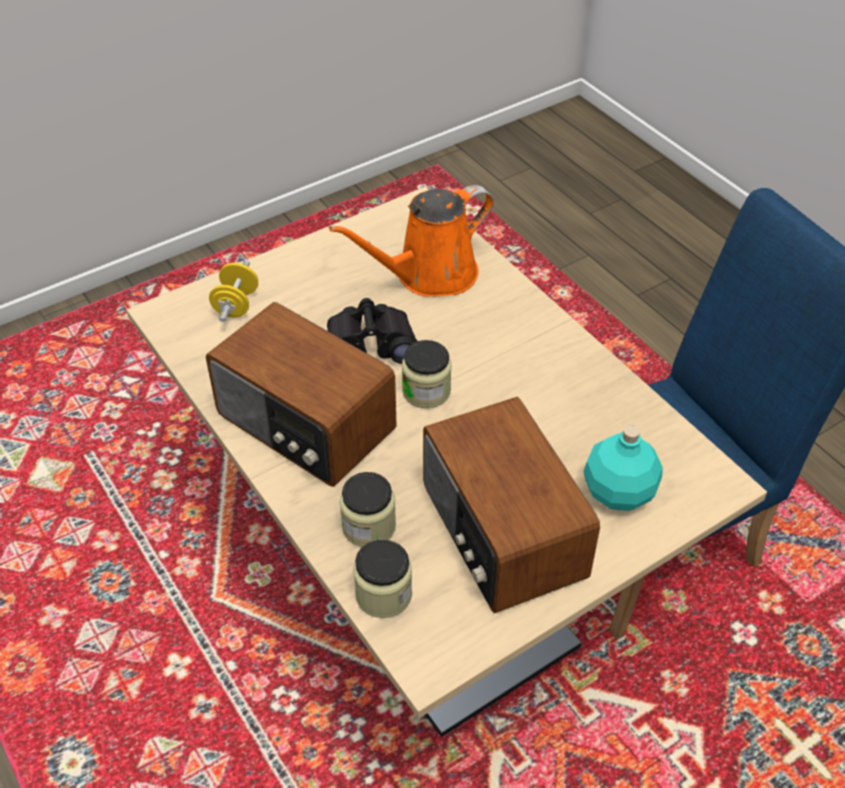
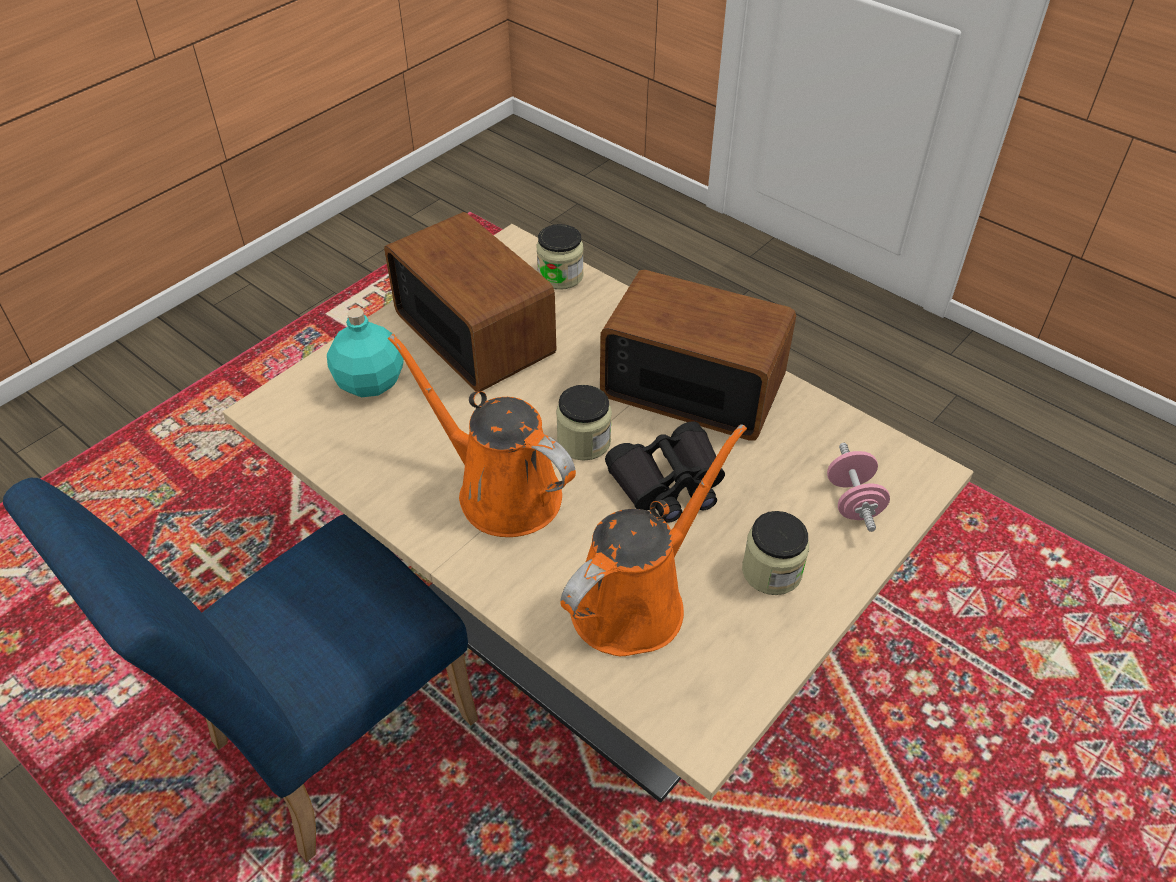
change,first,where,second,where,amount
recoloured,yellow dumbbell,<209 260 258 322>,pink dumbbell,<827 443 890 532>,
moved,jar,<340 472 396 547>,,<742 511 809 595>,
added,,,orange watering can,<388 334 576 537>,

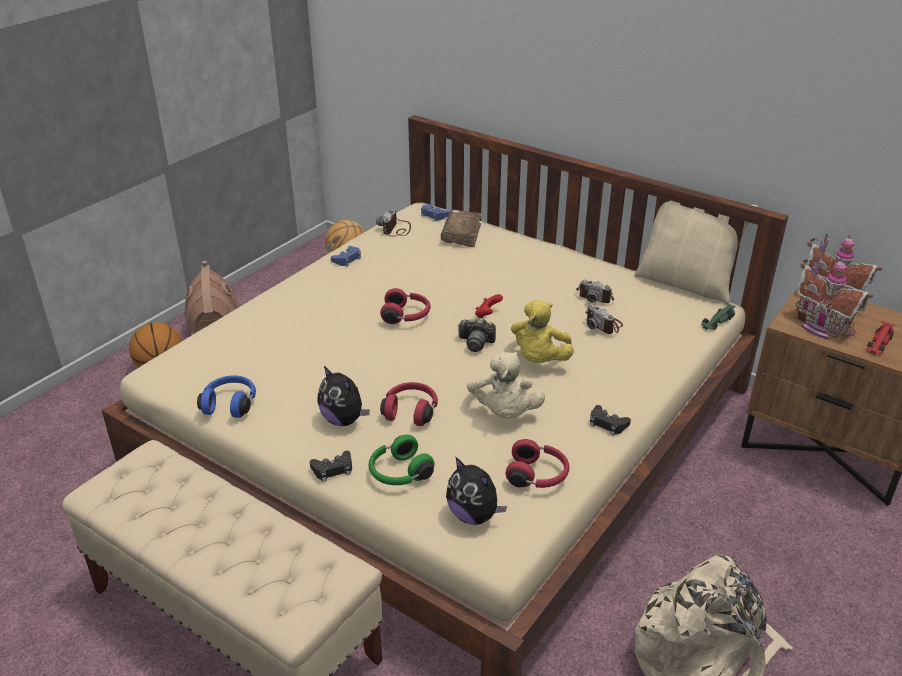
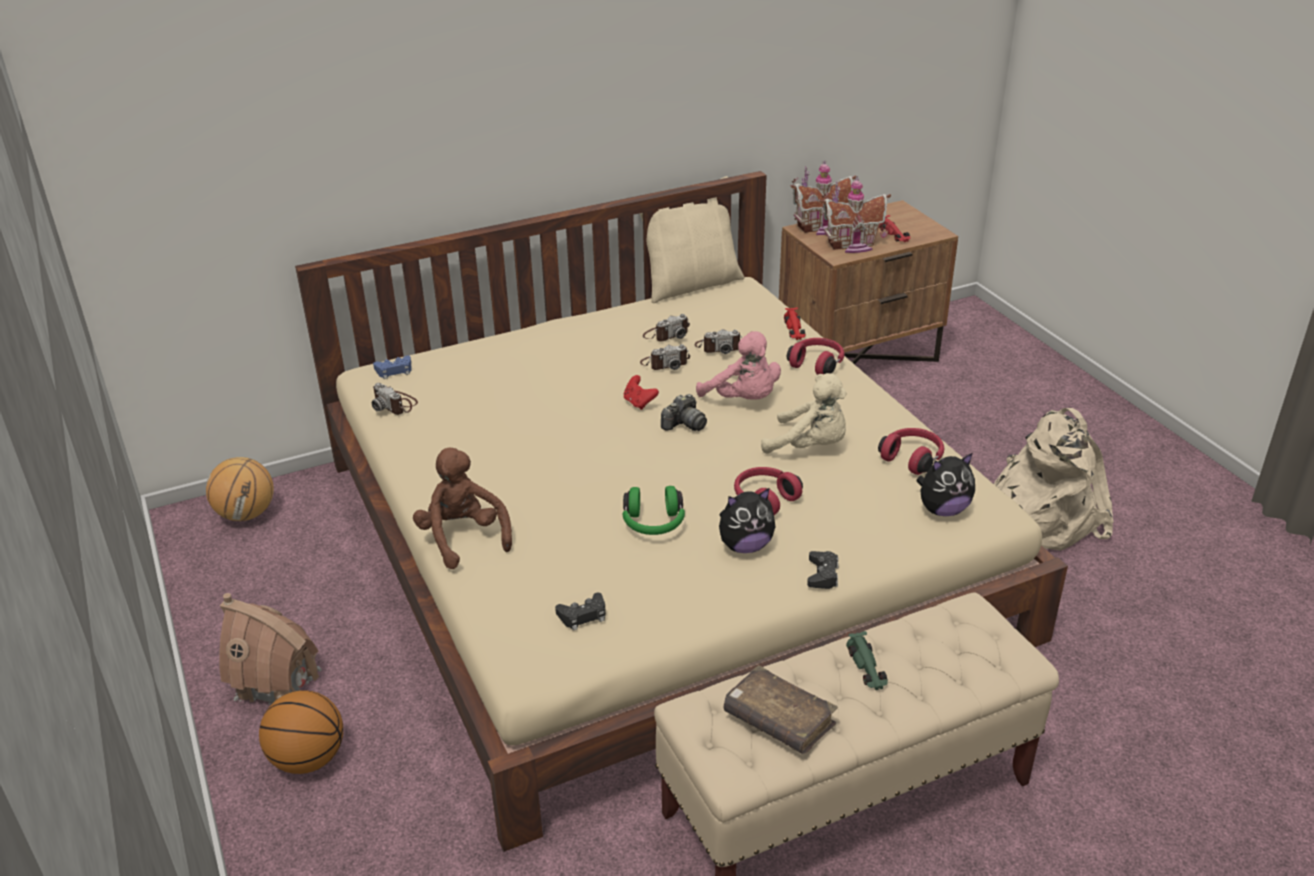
change,first,where,second,where,amount
removed,blue headphones,<197 375 256 418>,,,
removed,blue game controller,<331 246 361 267>,,,
moved,green headphones,<368 435 434 485>,,<622 486 685 535>,
moved,red headphones,<380 288 431 324>,,<787 338 844 375>,
moved,brown book,<441 210 482 247>,,<723 665 838 754>,
recoloured,yellow plush toy,<511 300 574 363>,pink plush toy,<696 331 781 400>,
moved,black game controller,<590 405 631 436>,,<555 593 606 630>,
moved,green toy car,<701 302 735 330>,,<846 631 888 690>,
added,,,brown plush toy,<413 447 512 569>,
added,,,photo camera,<640 344 690 370>,
added,,,red toy car,<784 308 806 340>,

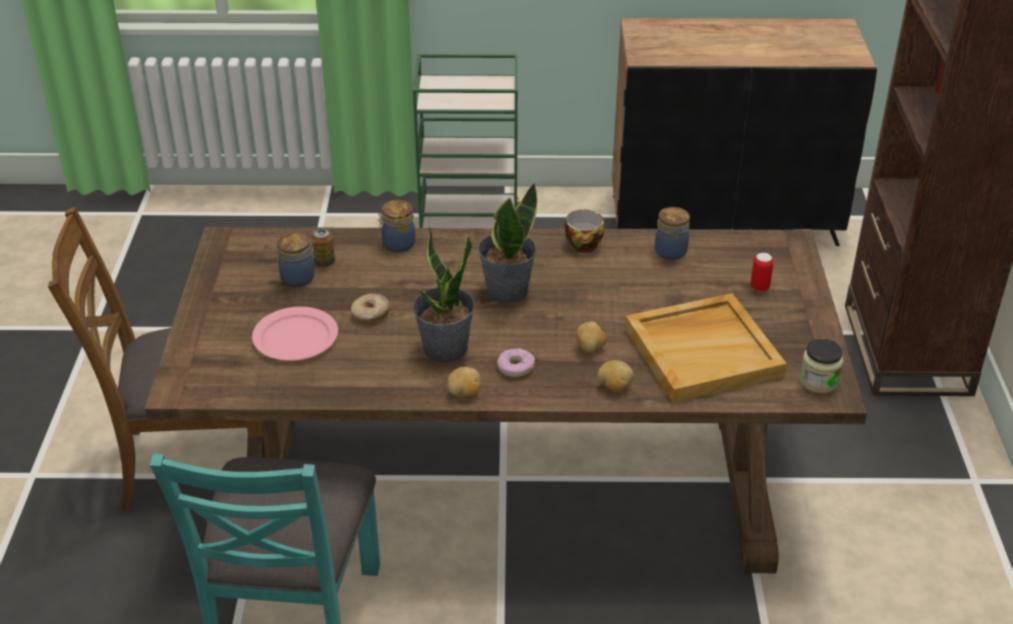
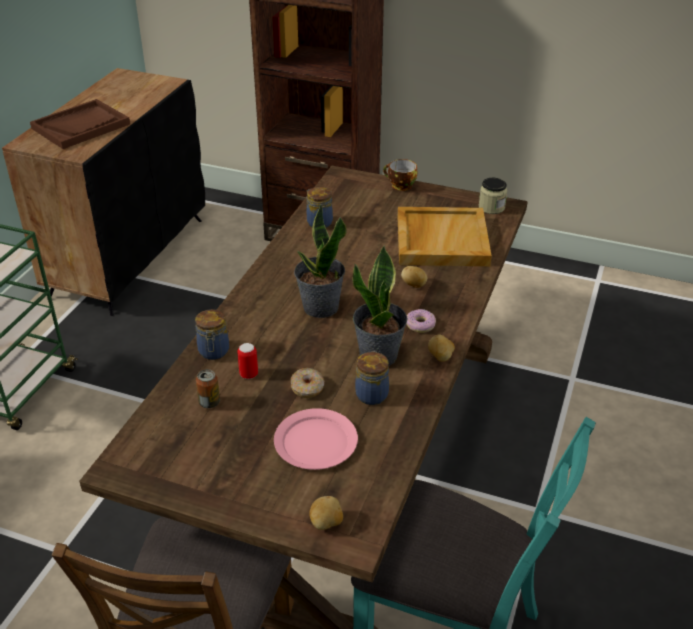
change,first,where,second,where,amount
moved,jar,<277 233 317 287>,,<355 351 389 405>,
moved,cup,<565 210 604 253>,,<383 159 417 191>,
moved,potato,<598 360 633 392>,,<309 496 343 530>,
moved,can,<750 253 774 291>,,<237 343 258 379>,
added,,,brown tray,<30 99 130 149>,

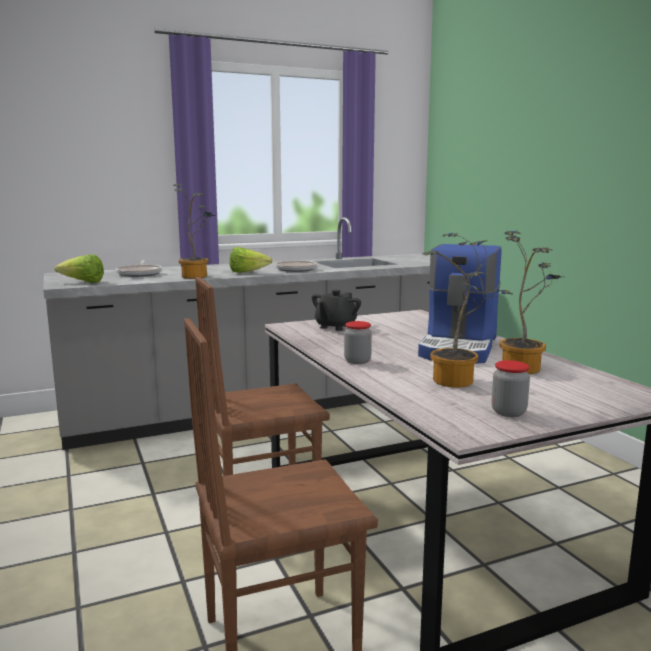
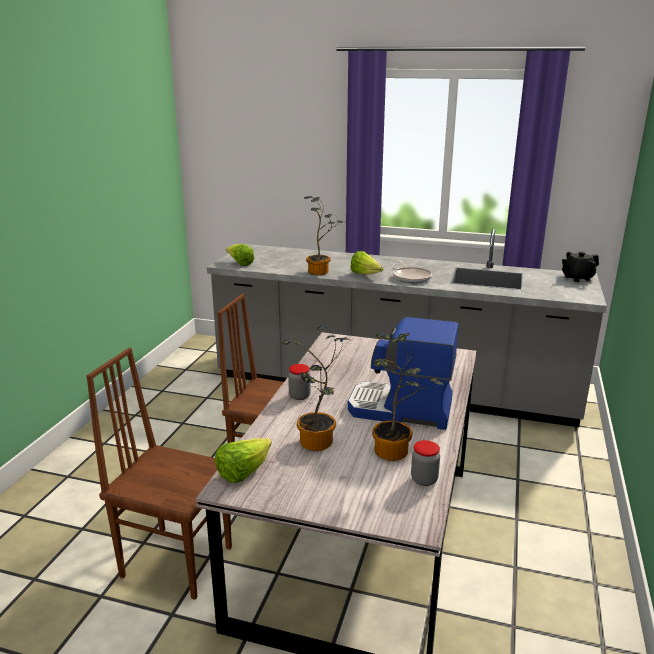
change,first,where,second,where,amount
removed,frying pan,<116 261 162 277>,,,
moved,black teapot,<312 290 361 331>,,<562 252 599 282>,
turned,coffee machine,<418 244 502 364>,,<348 317 459 430>,45 degrees clockwise
moved,jar,<492 360 530 417>,,<411 440 440 486>,
added,,,lettuce,<215 438 272 483>,

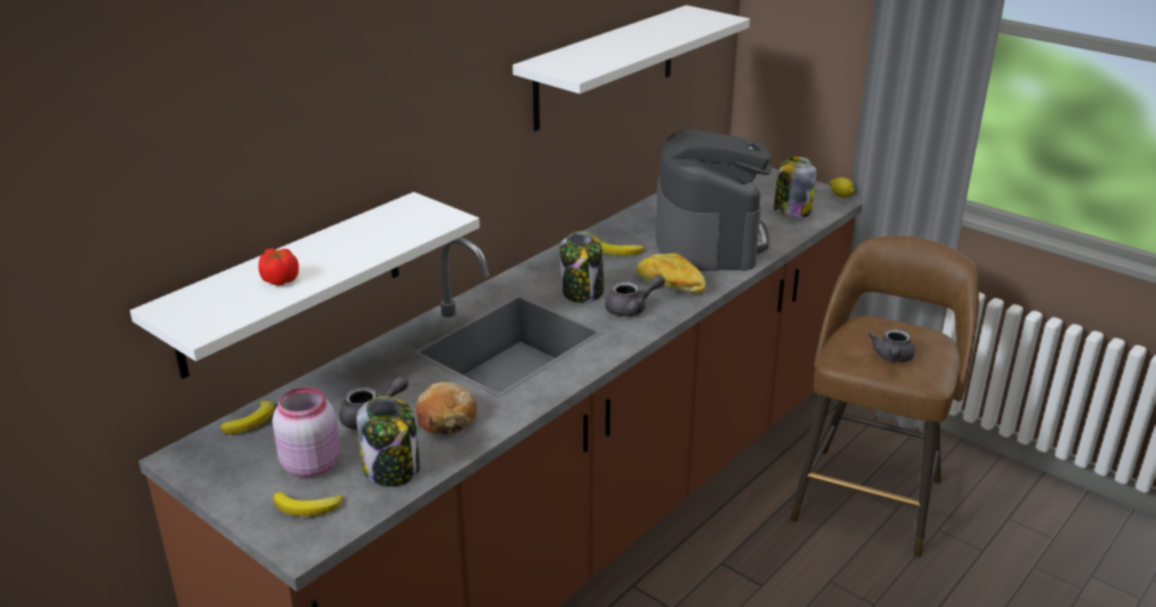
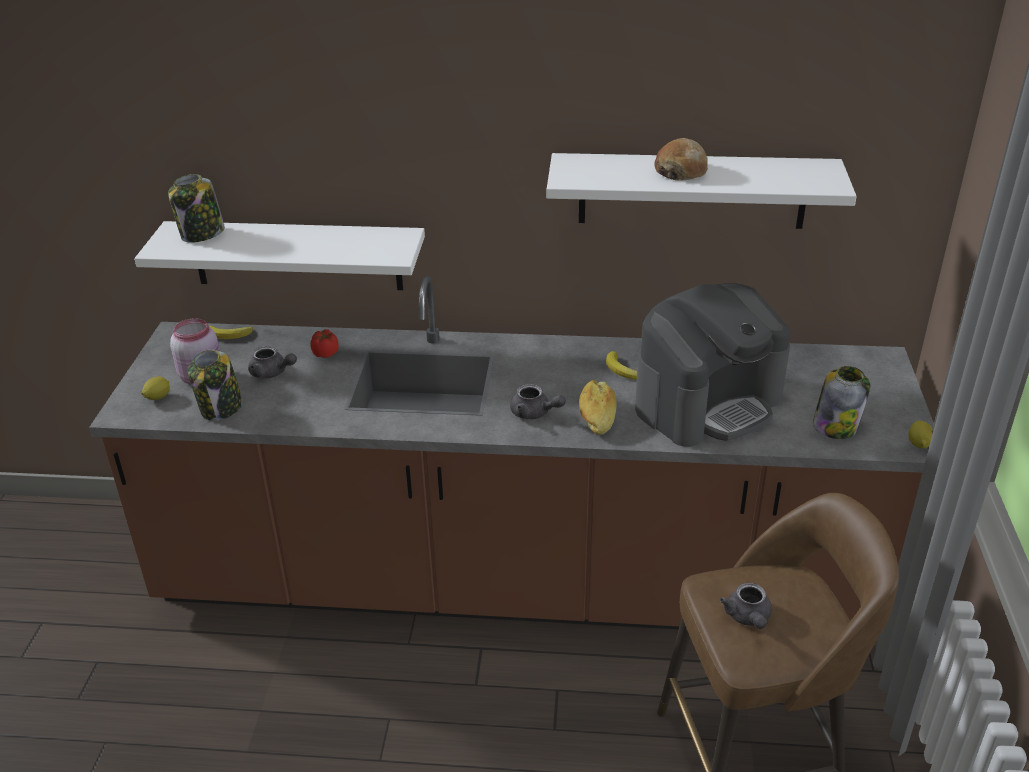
change,first,where,second,where,amount
moved,tomato,<258 248 299 286>,,<310 329 339 358>,
replaced,banana,<273 492 343 516>,lemon,<141 376 170 400>,
moved,bread,<416 382 477 435>,,<654 138 708 181>,
moved,jar,<560 231 604 303>,,<168 174 225 243>,
turned,grey teapot,<869 329 915 362>,,<720 583 772 629>,75 degrees counterclockwise

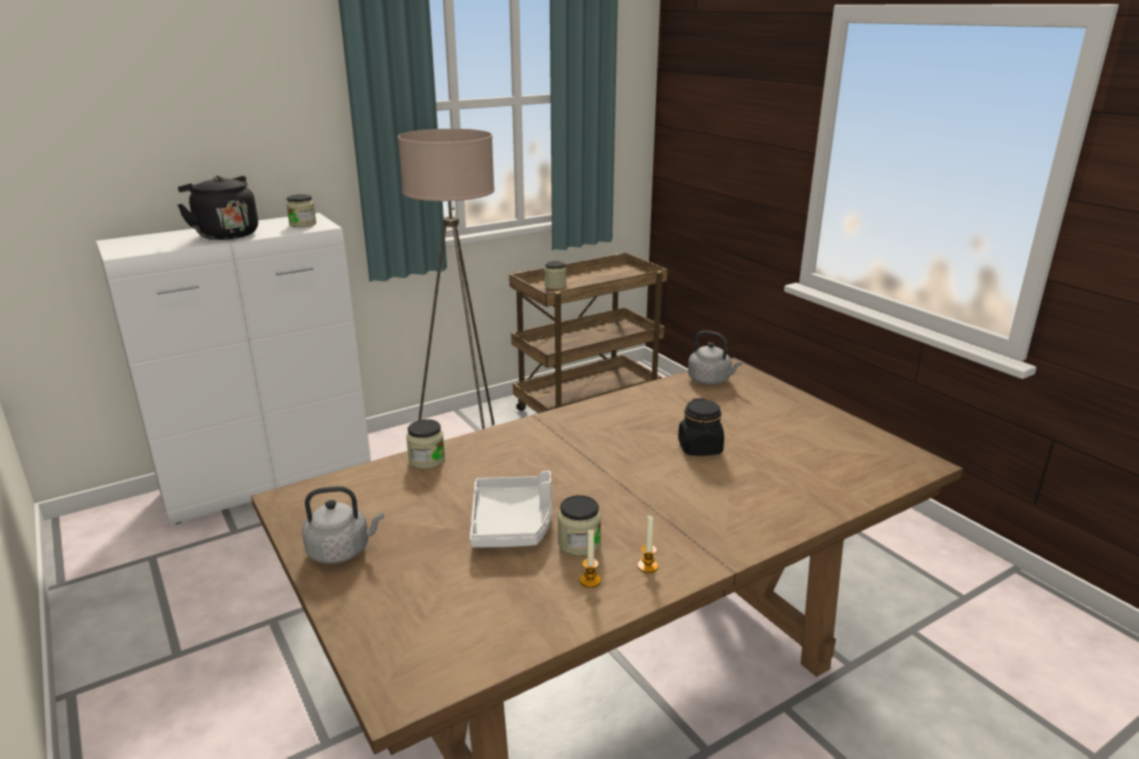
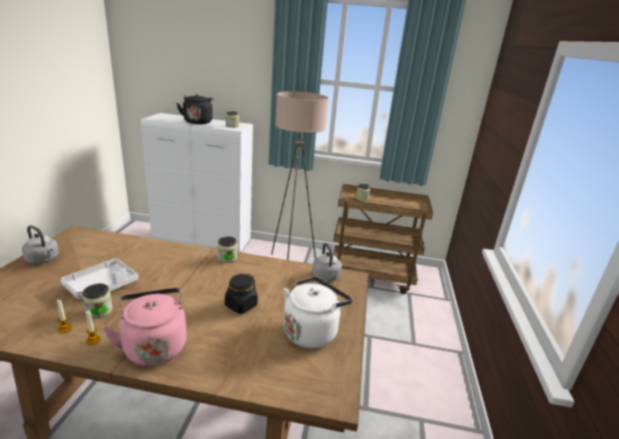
change,first,where,second,where,amount
moved,jar,<406 419 445 469>,,<218 236 237 263>,
added,,,pink kettle,<103 288 186 366>,
added,,,white kettle,<283 277 352 348>,

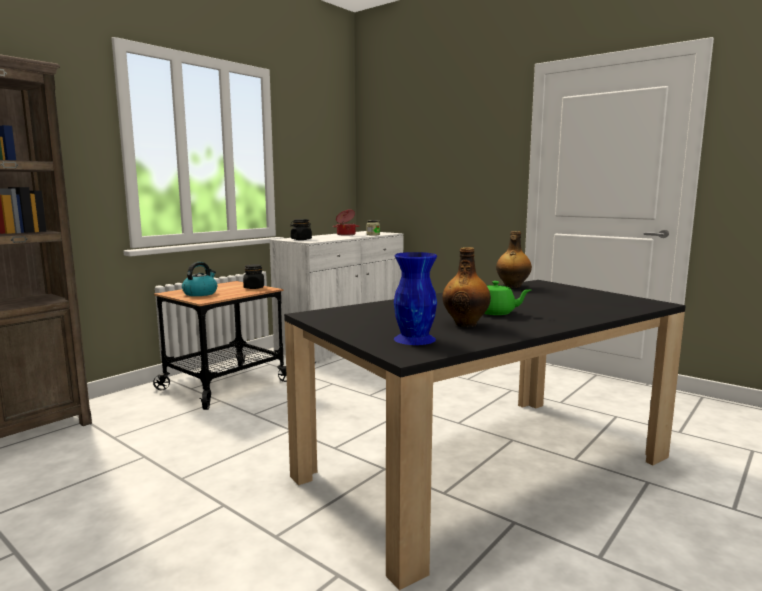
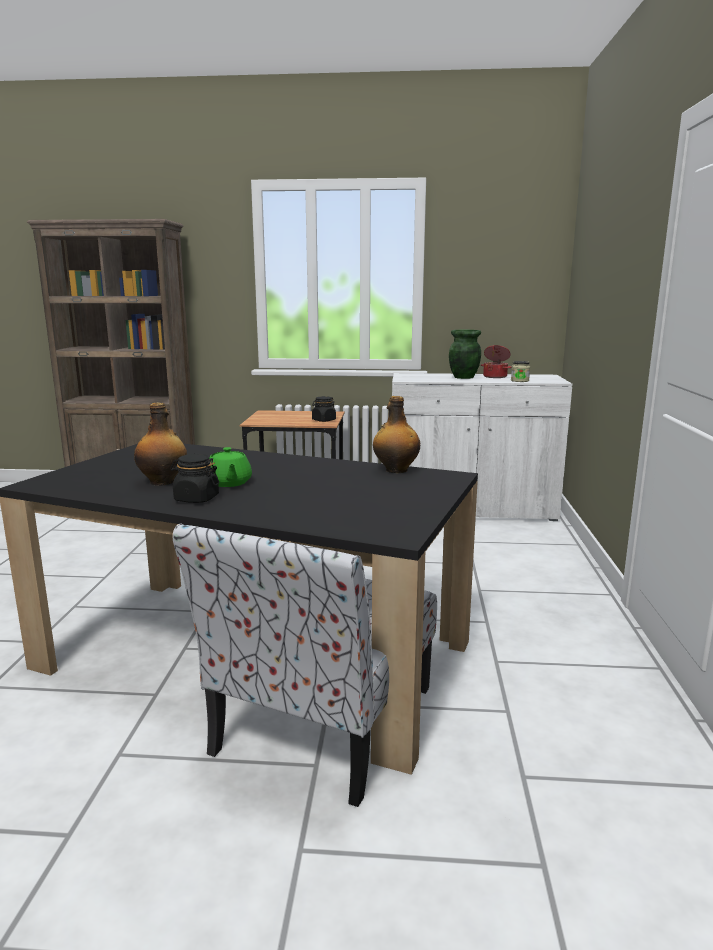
change,first,where,second,where,amount
removed,kettle,<182 262 217 296>,,,
moved,black jar,<290 219 312 240>,,<170 454 219 503>,
removed,blue vase,<394 252 437 345>,,,
added,,,chair,<172 524 437 807>,
added,,,green vase,<449 330 481 379>,

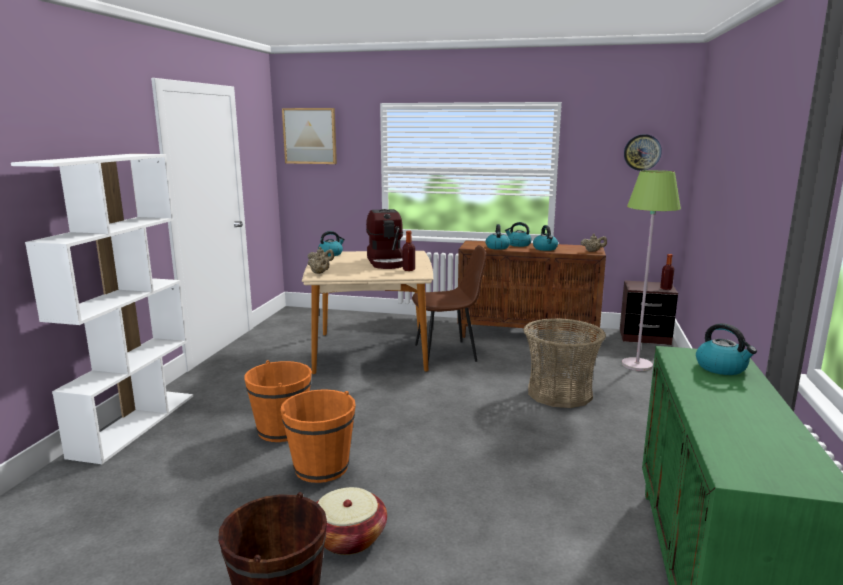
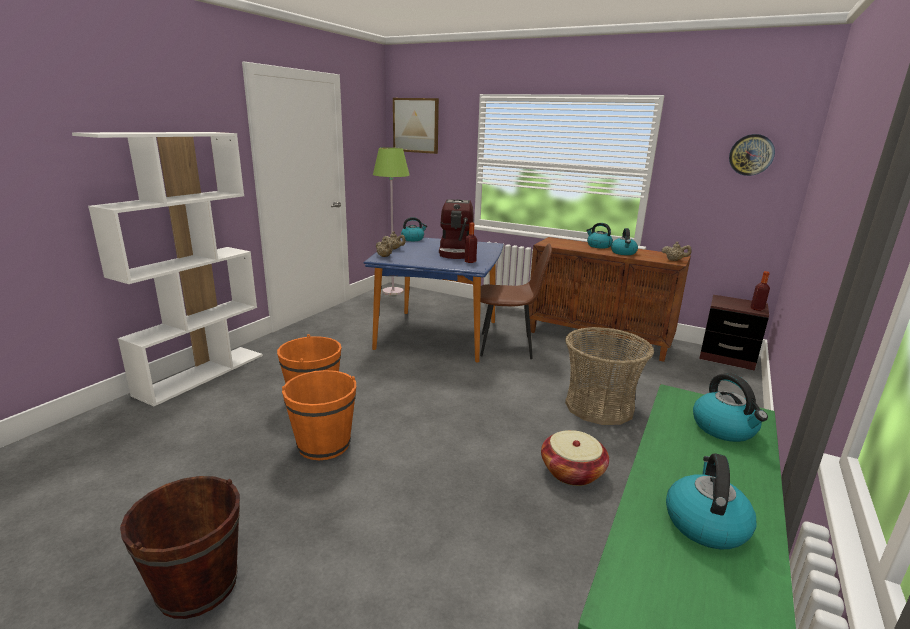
change,first,where,second,where,amount
recoloured,beige dining table,<302 251 433 374>,blue dining table,<364 237 504 363>,
moved,basket,<316 487 387 555>,,<541 430 609 486>,
moved,kettle,<486 224 510 250>,,<666 453 757 549>,
moved,green floor lamp,<622 170 681 371>,,<373 147 410 295>,

